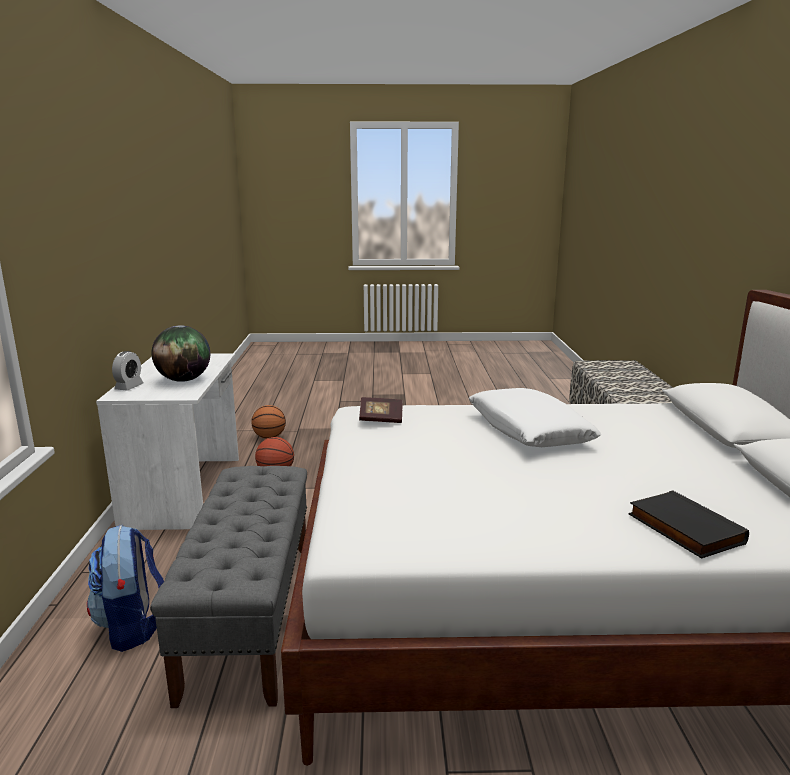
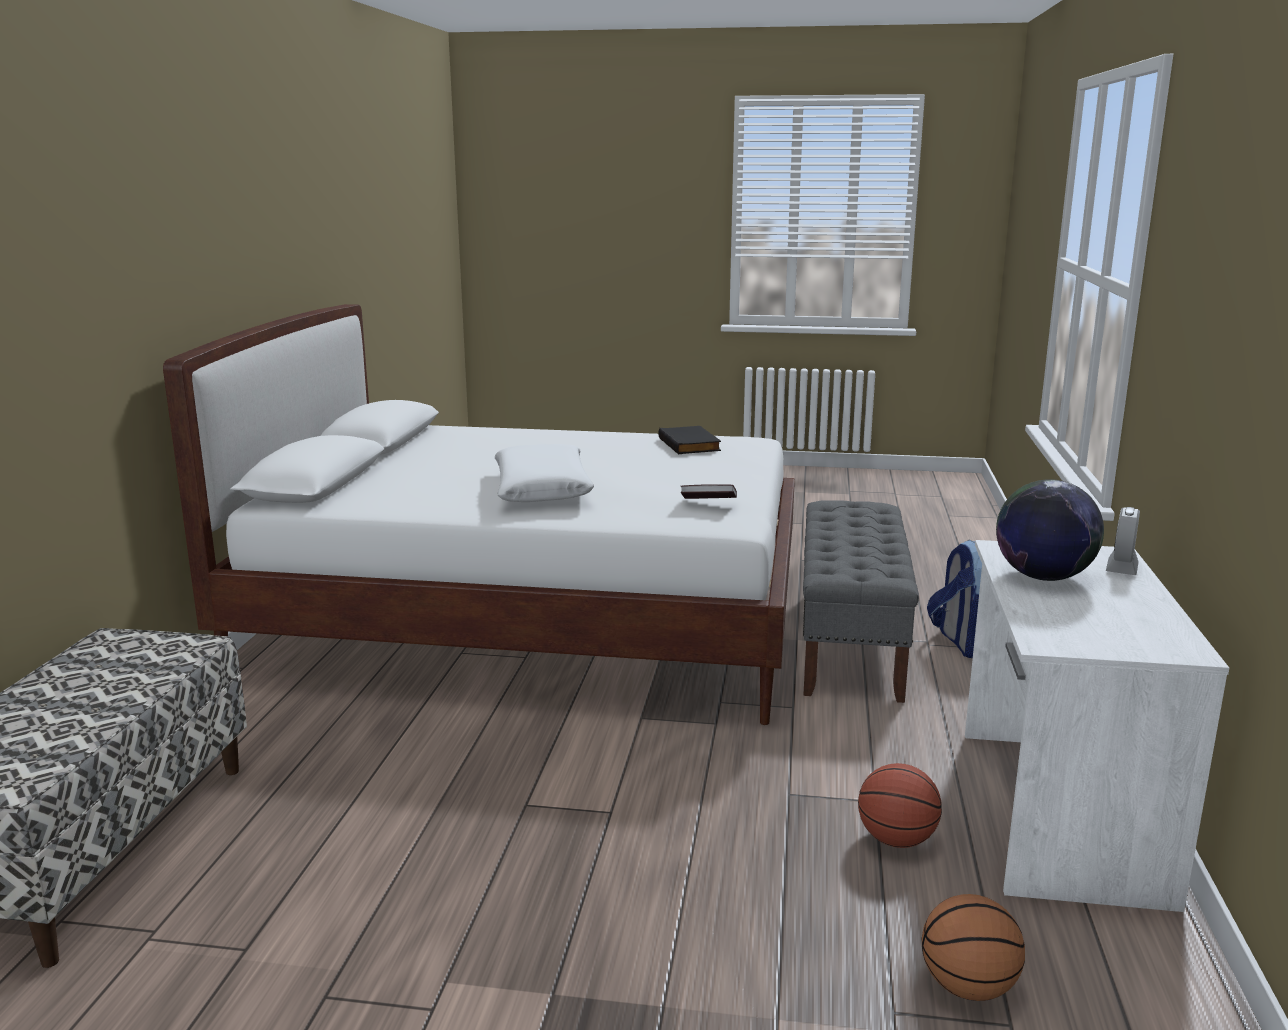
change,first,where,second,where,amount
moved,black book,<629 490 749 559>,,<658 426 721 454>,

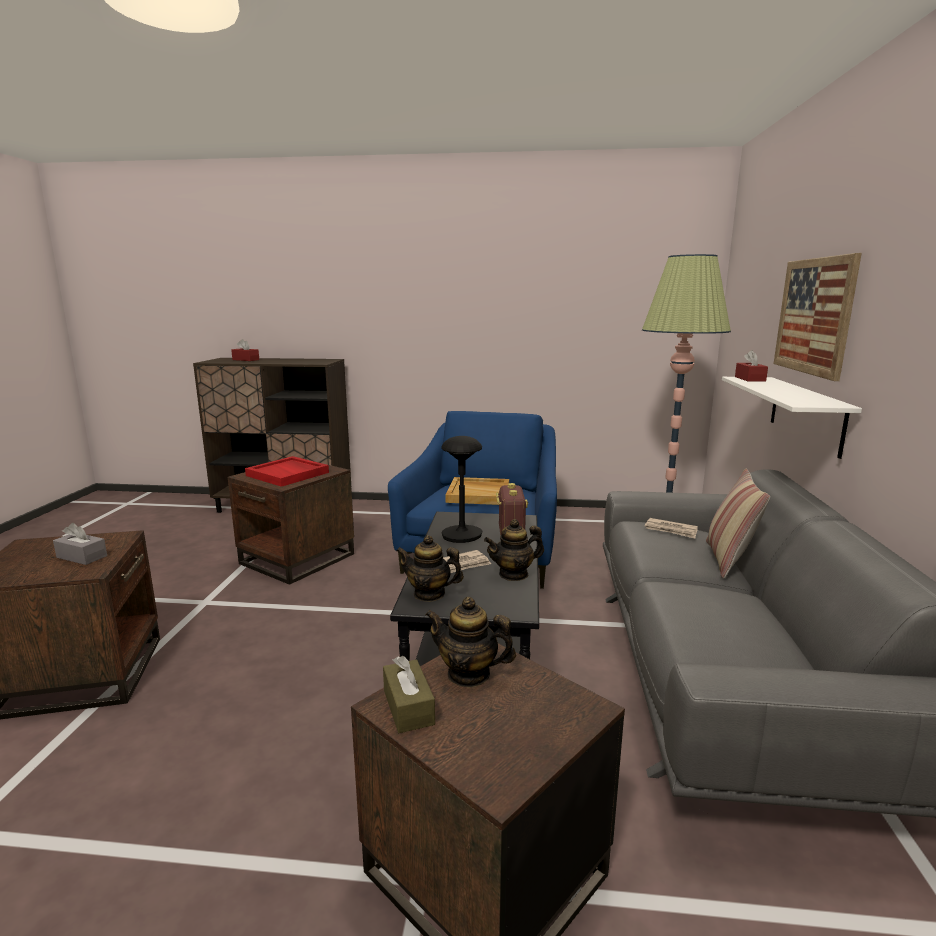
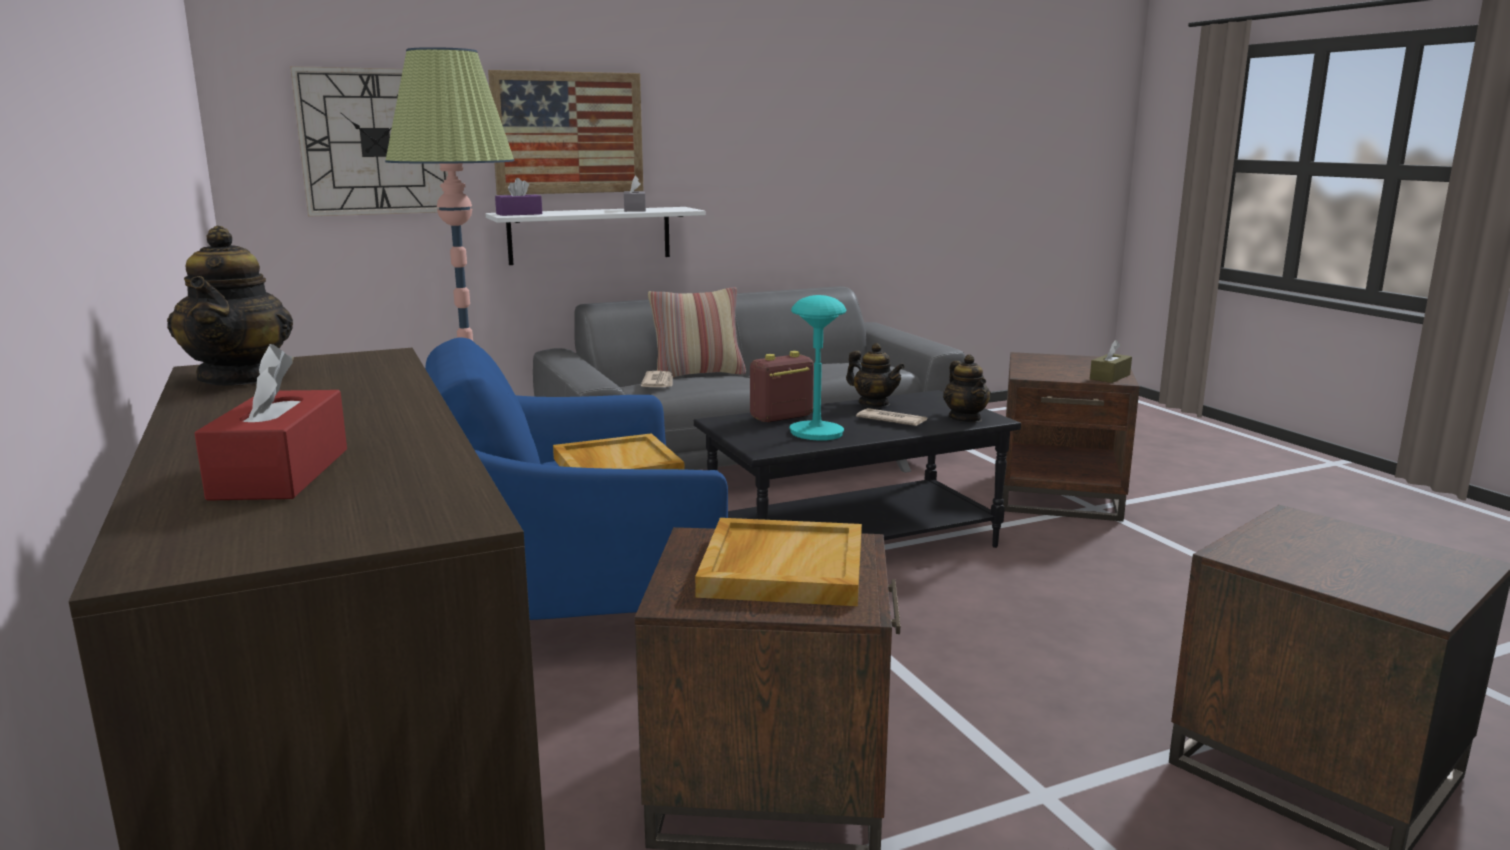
change,first,where,second,where,amount
moved,grey tissue box,<53 523 107 565>,,<624 175 646 212>,
recoloured,red tray,<245 456 329 487>,beige tray,<695 518 862 606>,
moved,teapot,<425 597 516 688>,,<167 226 293 386>,
recoloured,black table lamp,<441 436 482 543>,turquoise table lamp,<789 295 846 441>,
recoloured,red tissue box,<735 350 768 382>,purple tissue box,<495 178 542 216>,
added,,,wall clock,<290 66 448 217>,

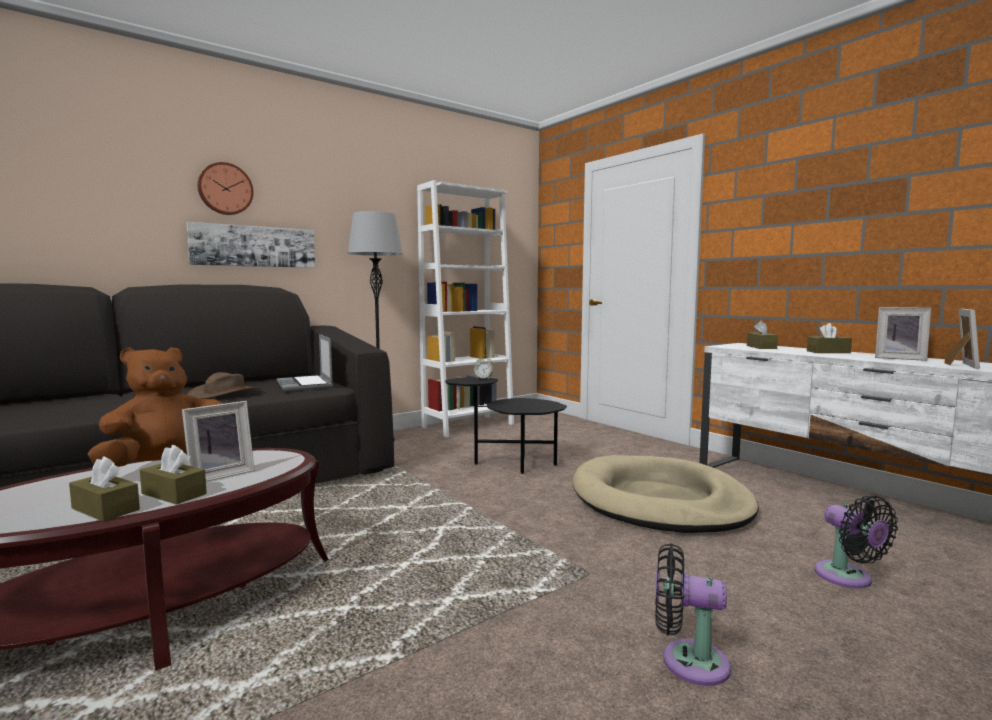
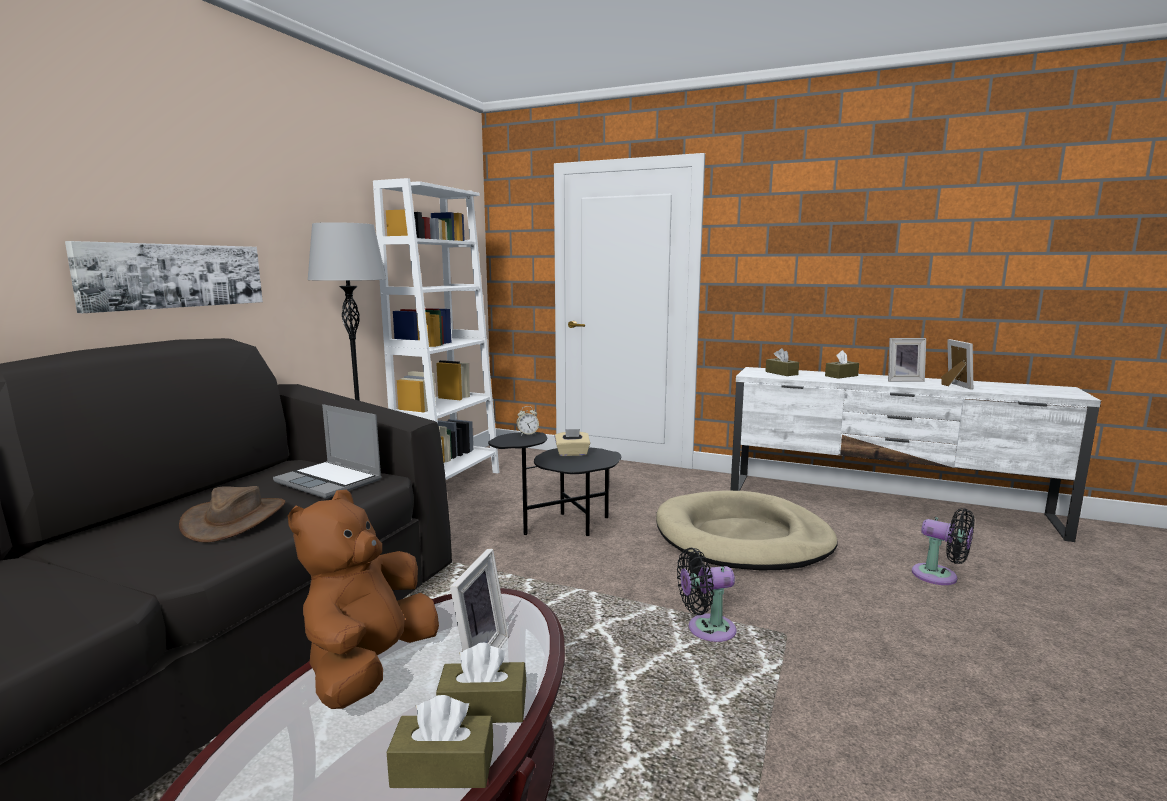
change,first,where,second,where,amount
removed,wall clock,<197 162 254 215>,,,
moved,black fan,<655 544 731 686>,,<677 548 737 642>,
added,,,beige tissue box,<555 429 590 456>,

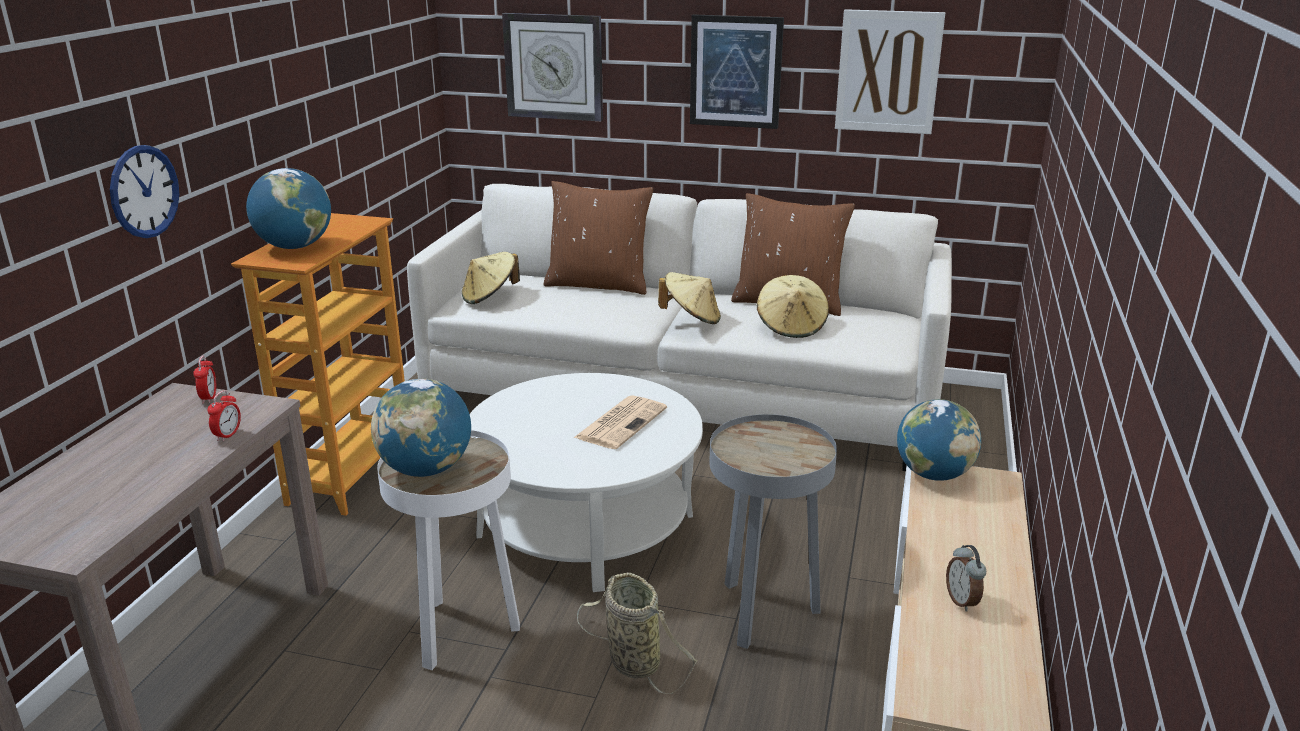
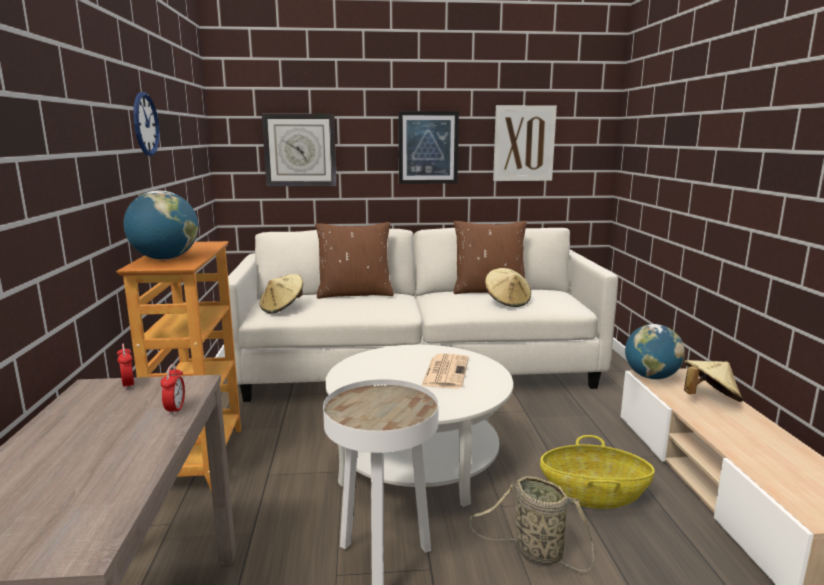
change,first,where,second,where,amount
moved,wall clock,<110 145 180 238>,,<133 92 160 156>,
removed,globe,<371 379 471 477>,,,
moved,beige hat,<658 272 721 324>,,<684 360 743 402>,
replaced,grey side table,<709 414 837 649>,basket,<540 435 655 509>,
removed,alarm clock,<946 545 986 612>,,,

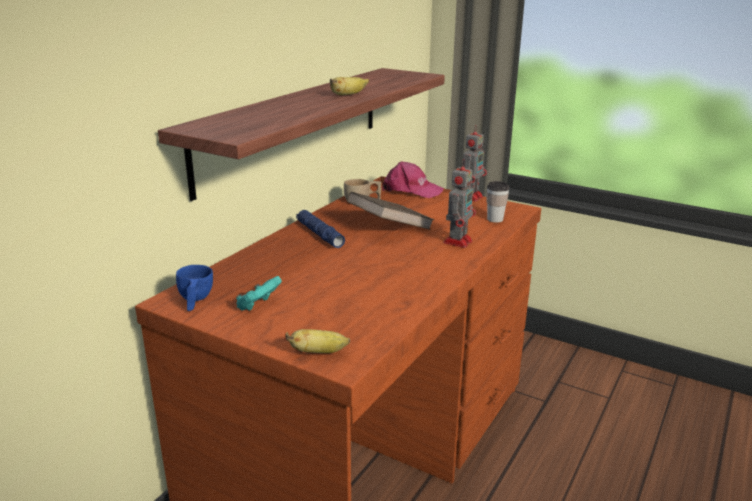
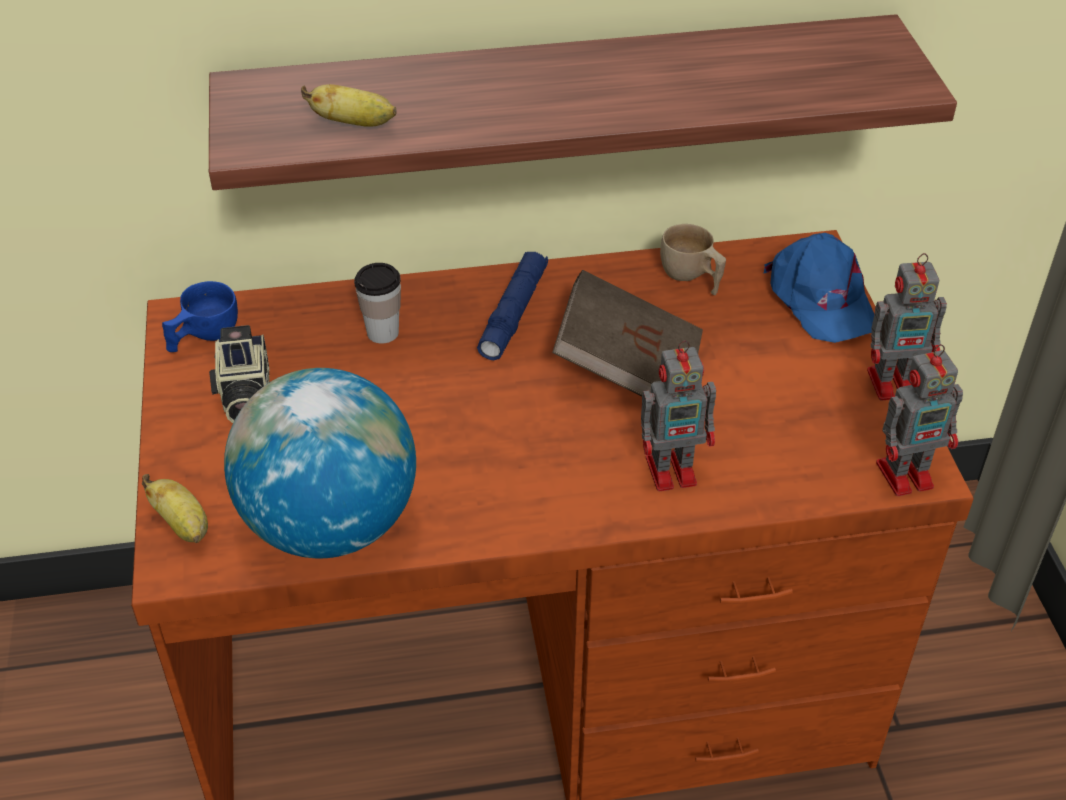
change,first,where,second,where,amount
replaced,turquoise game controller,<236 276 282 311>,photo camera,<209 325 270 423>,
moved,banana,<330 77 369 95>,,<301 84 396 127>,
recoloured,pink cap,<382 162 444 198>,blue cap,<763 233 874 343>,
moved,cup,<486 181 509 223>,,<354 263 401 344>,
added,,,globe,<224 368 416 558>,
added,,,toy robot,<876 344 963 496>,

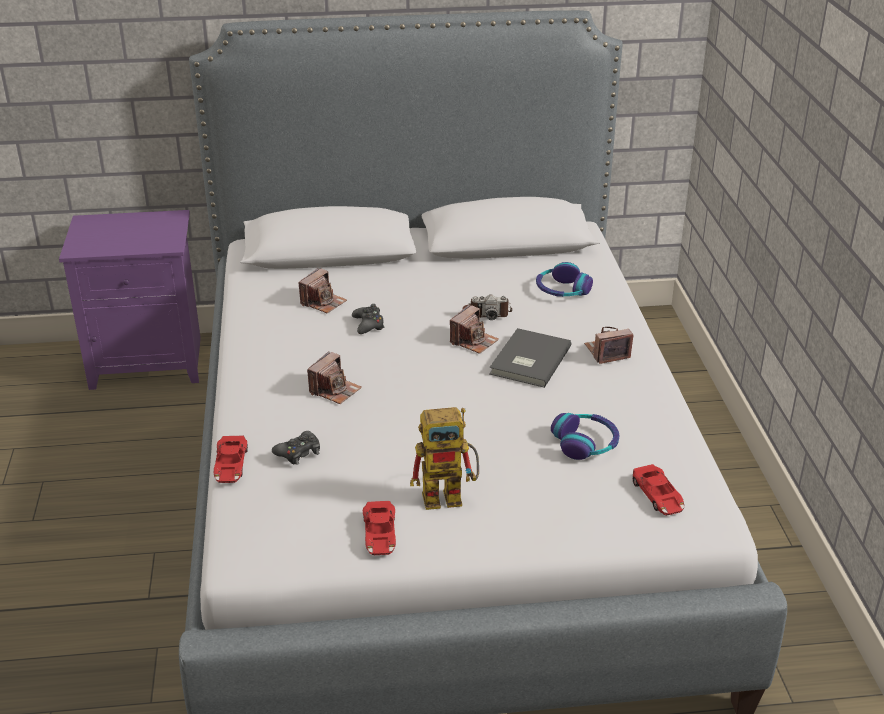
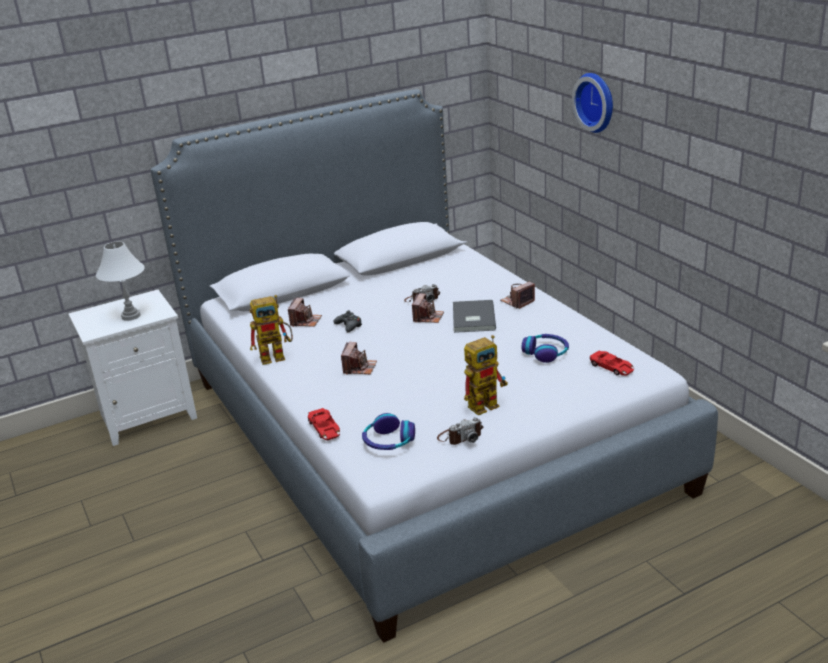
change,first,where,second,where,amount
recoloured,purple nightstand,<59 210 201 390>,white nightstand,<68 290 197 446>,
removed,black game controller,<272 431 320 465>,,,
replaced,red toy car,<363 501 396 555>,photo camera,<437 417 483 445>,
moved,headphones,<536 262 593 297>,,<362 413 415 450>,
added,,,white table lamp,<96 241 145 321>,
added,,,toy robot,<250 295 293 365>,
added,,,wall clock,<572 73 613 133>,

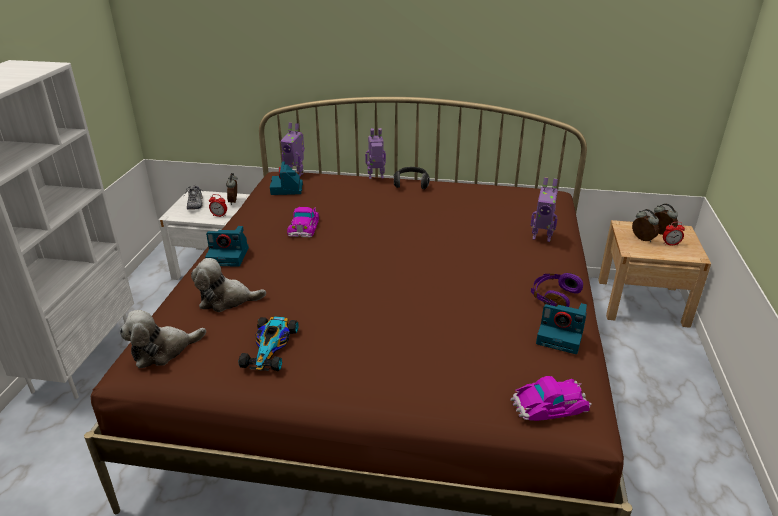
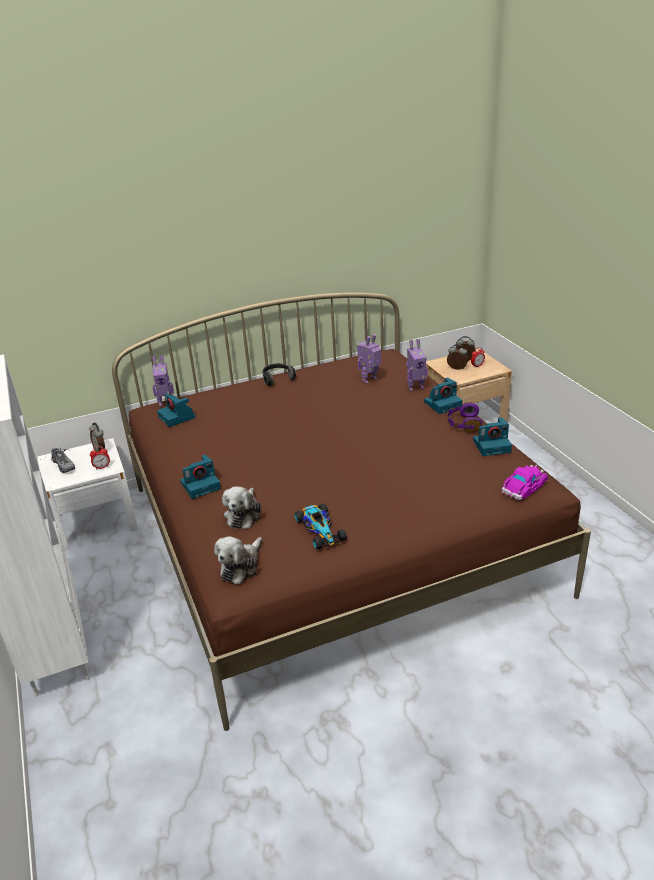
change,first,where,second,where,amount
turned,plush toy,<191 258 266 312>,,<222 486 261 529>,45 degrees counterclockwise
removed,toy car,<287 207 319 237>,,,
moved,toy robot,<365 128 386 179>,,<357 334 381 383>,
added,,,photo camera,<424 377 462 414>,

